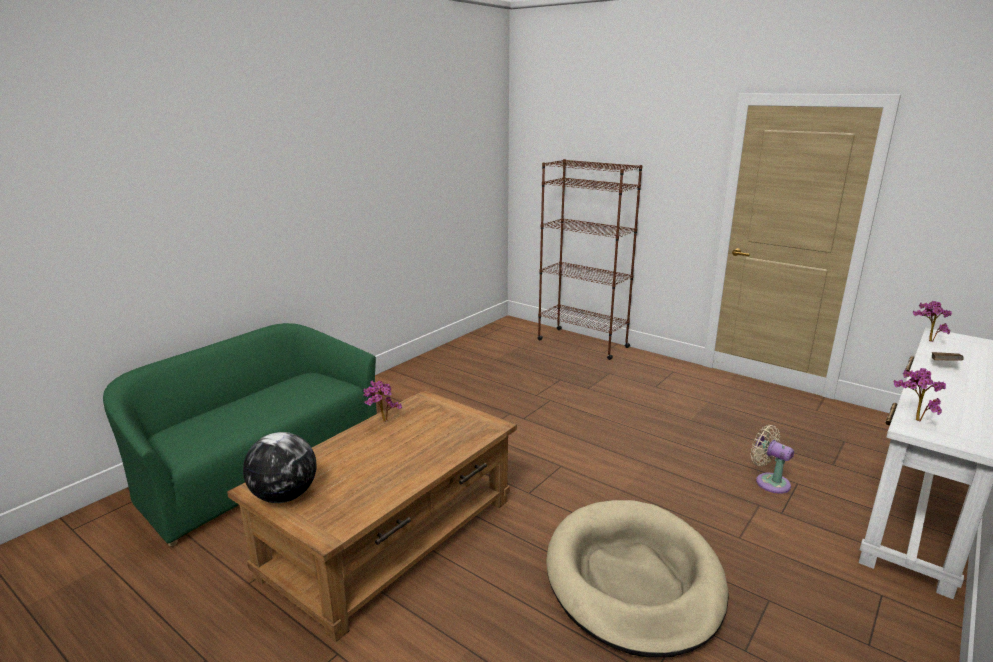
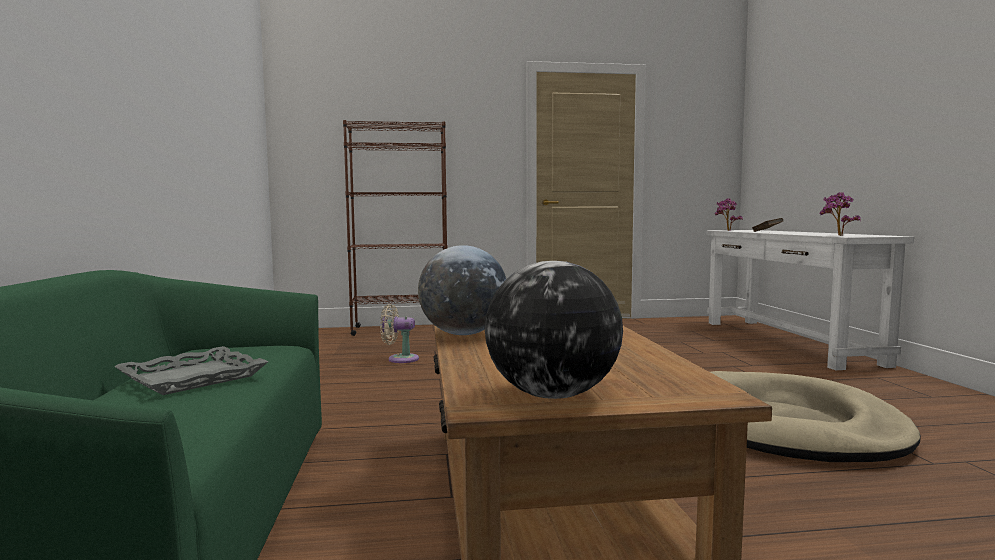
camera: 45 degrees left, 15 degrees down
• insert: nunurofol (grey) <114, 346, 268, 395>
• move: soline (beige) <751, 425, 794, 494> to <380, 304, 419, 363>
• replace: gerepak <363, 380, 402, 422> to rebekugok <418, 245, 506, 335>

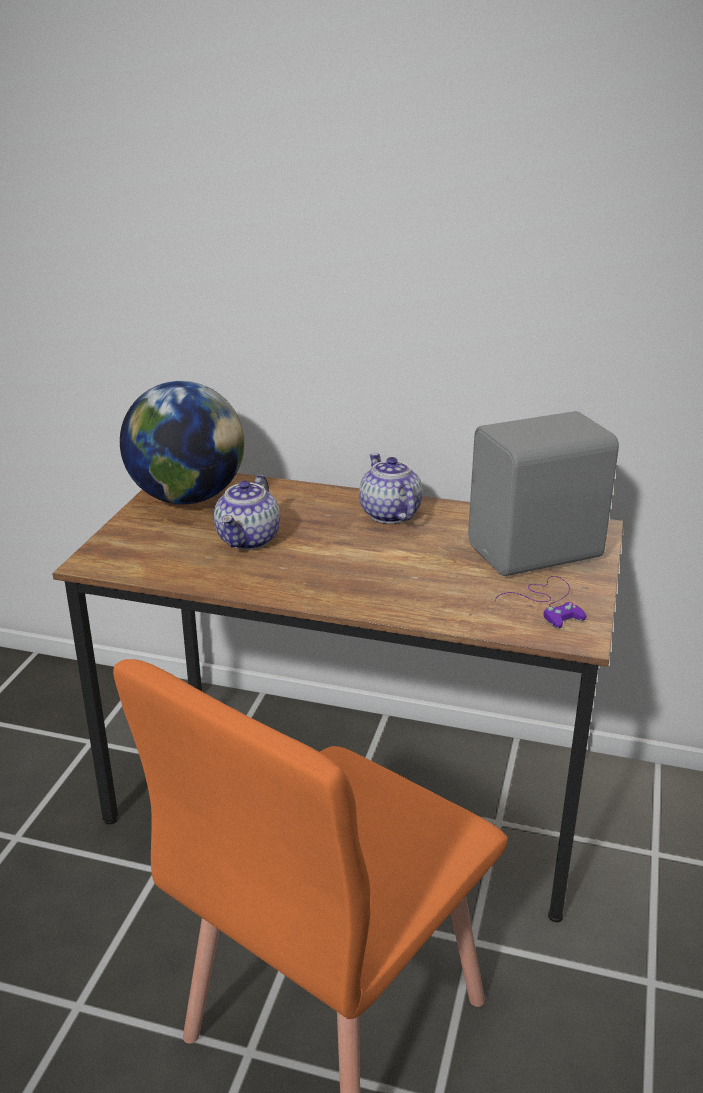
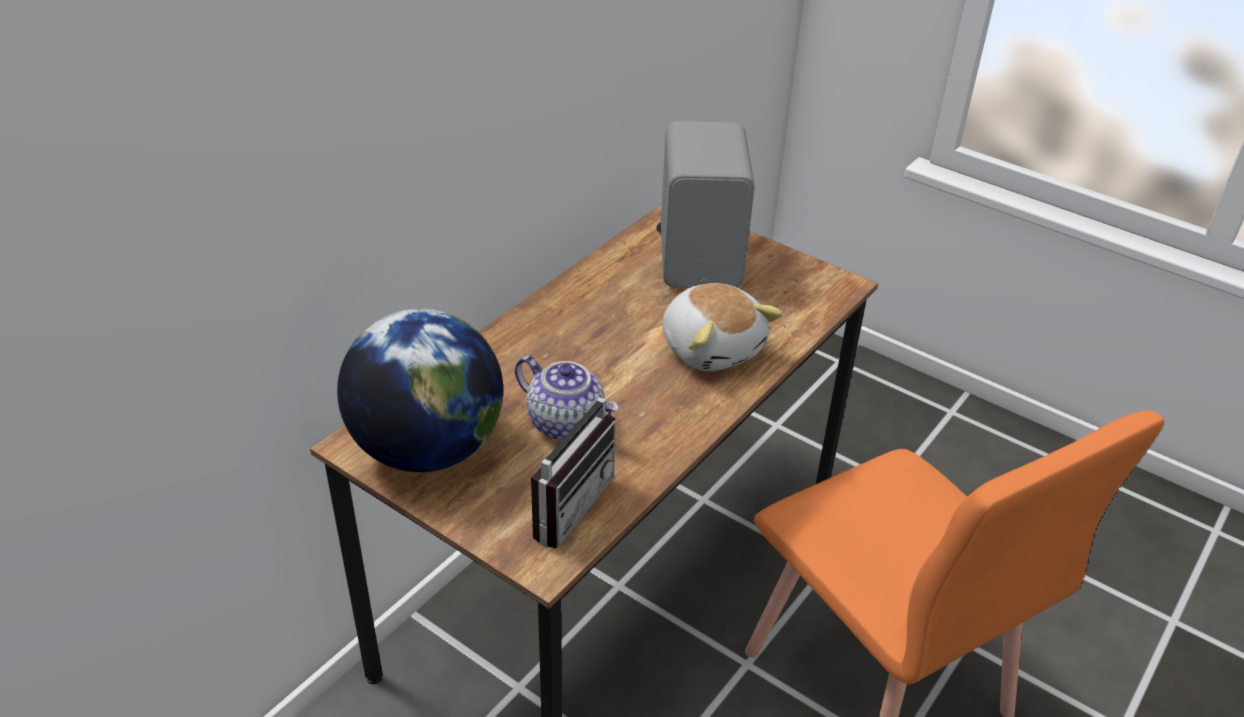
camera: 70 degrees left, 10 degrees up
• delete: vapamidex <359, 453, 422, 524>
• delete: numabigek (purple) <495, 576, 586, 629>
• insert: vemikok <526, 397, 616, 548>
• insert: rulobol <663, 283, 783, 371>

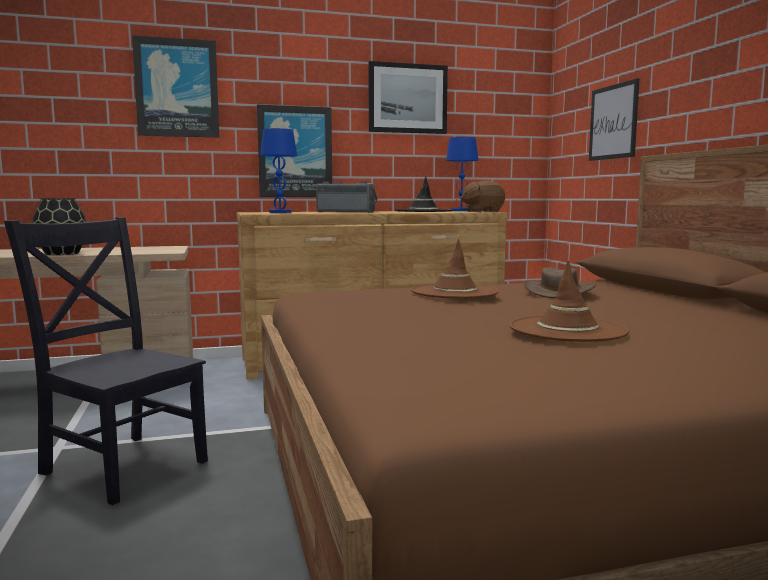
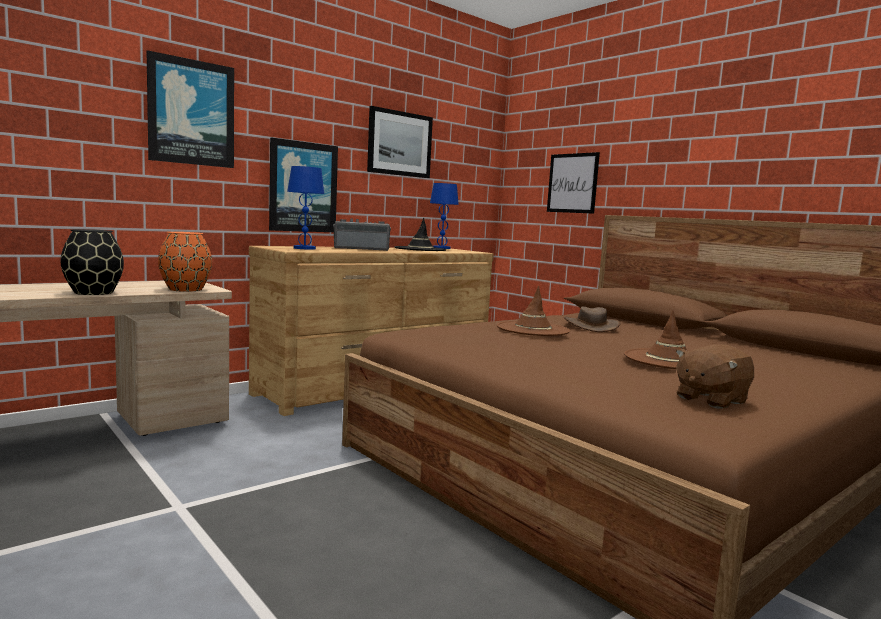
camera: 25 degrees left, 0 degrees up
• delete: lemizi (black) <4, 217, 208, 505>
• insert: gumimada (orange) <158, 232, 212, 292>
• move: rulobol (brown) <461, 181, 505, 212> to <675, 344, 754, 409>

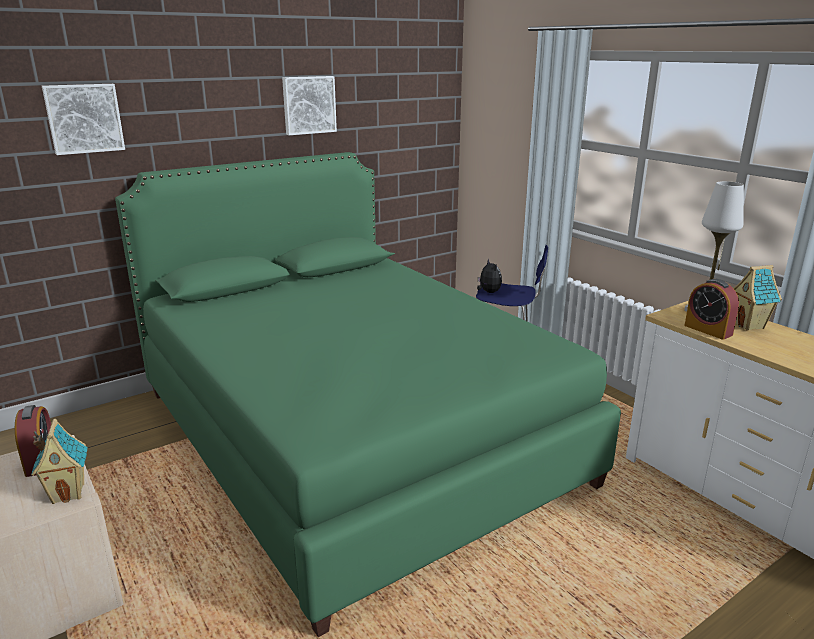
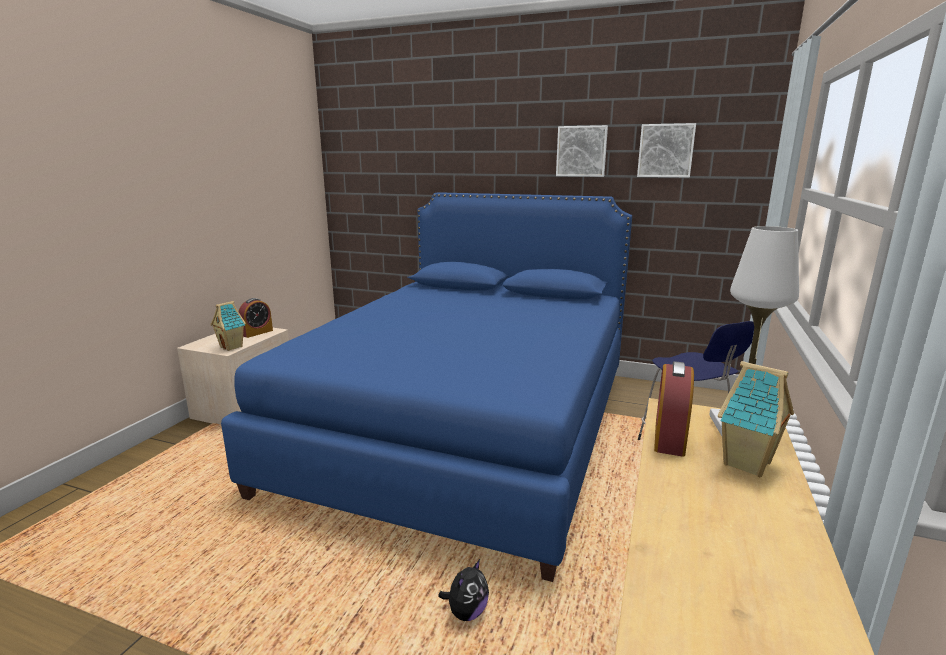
camera: 55 degrees right, 5 degrees down
• move: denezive <42, 84, 125, 155> to <637, 123, 696, 177>
• move: rulobol <477, 259, 502, 293> to <438, 559, 489, 621>
• recolor: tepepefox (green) <115, 152, 621, 637> to tepepefox (blue) <221, 192, 632, 582>

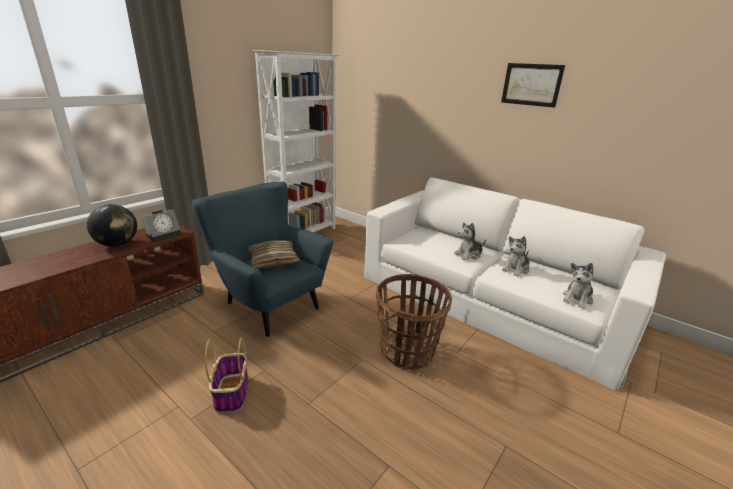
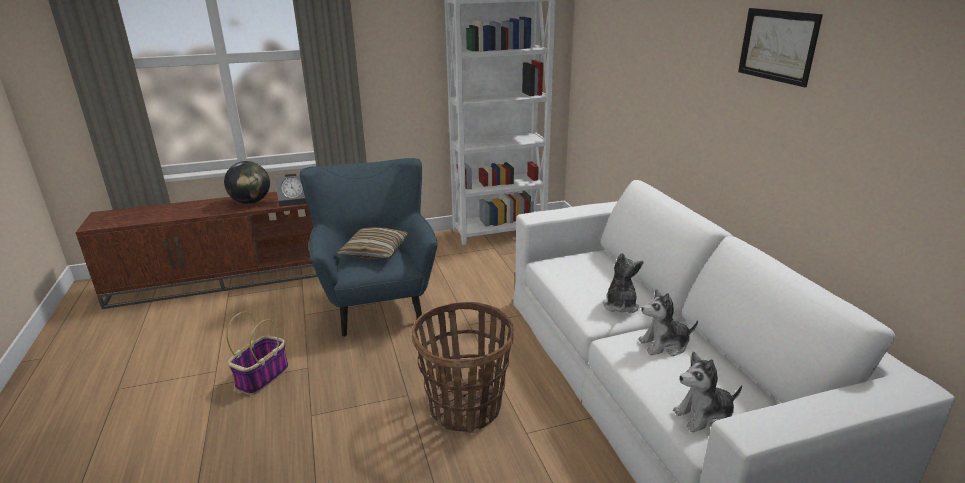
camera: 35 degrees right, 0 degrees up
• rotate: rulobol <454, 222, 486, 260> = <603, 253, 644, 313> 90 degrees clockwise

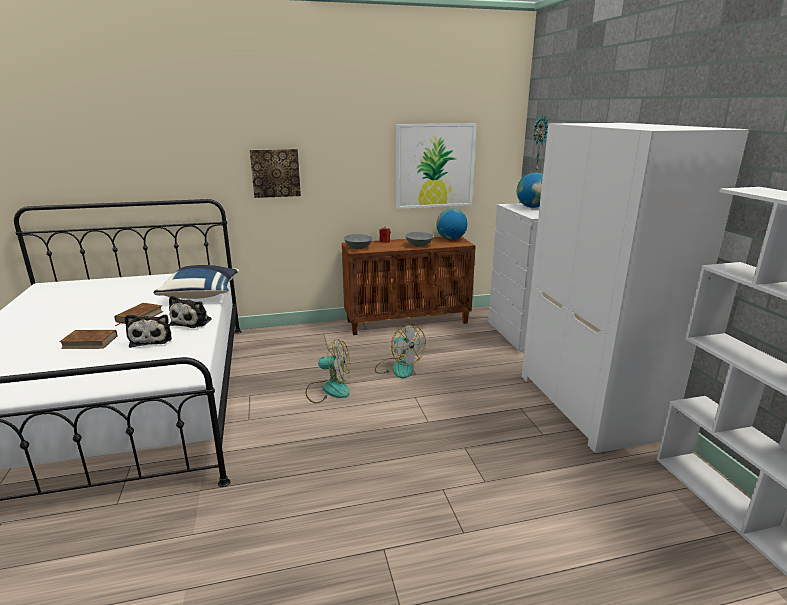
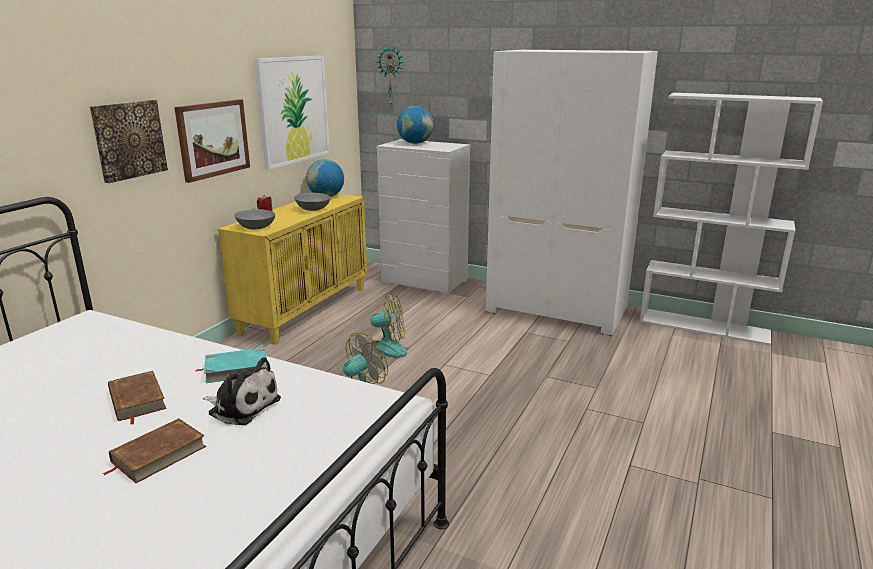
camera: 50 degrees left, 0 degrees up
• delete: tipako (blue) <154, 265, 239, 299>
• insert: denezive <174, 99, 250, 183>
• replace: rulobol <169, 296, 212, 328> to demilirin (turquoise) <196, 347, 267, 383>
• recolor: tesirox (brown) <342, 237, 476, 335> to tesirox (yellow) <218, 194, 367, 345>

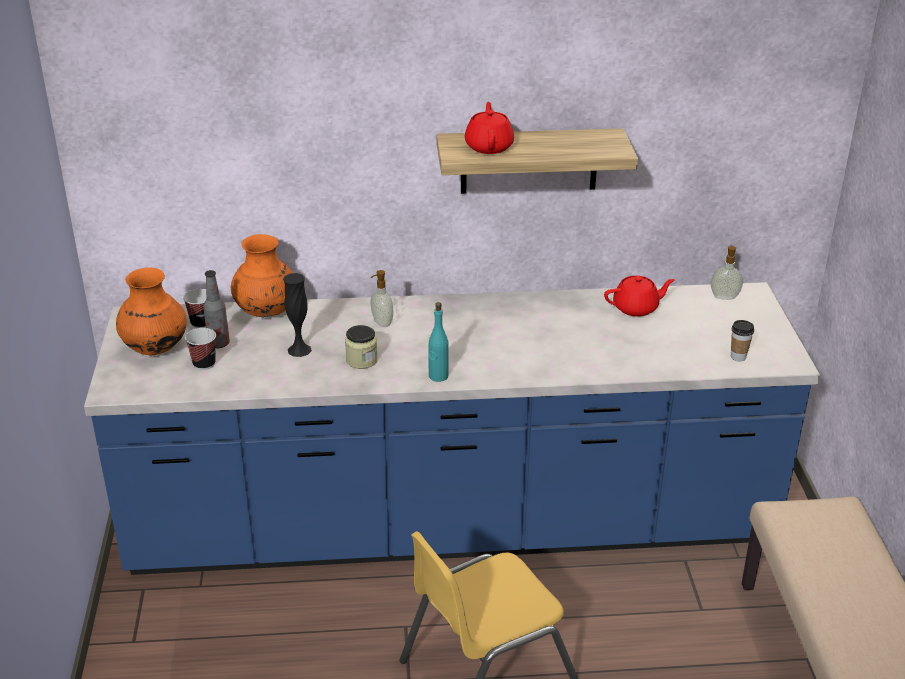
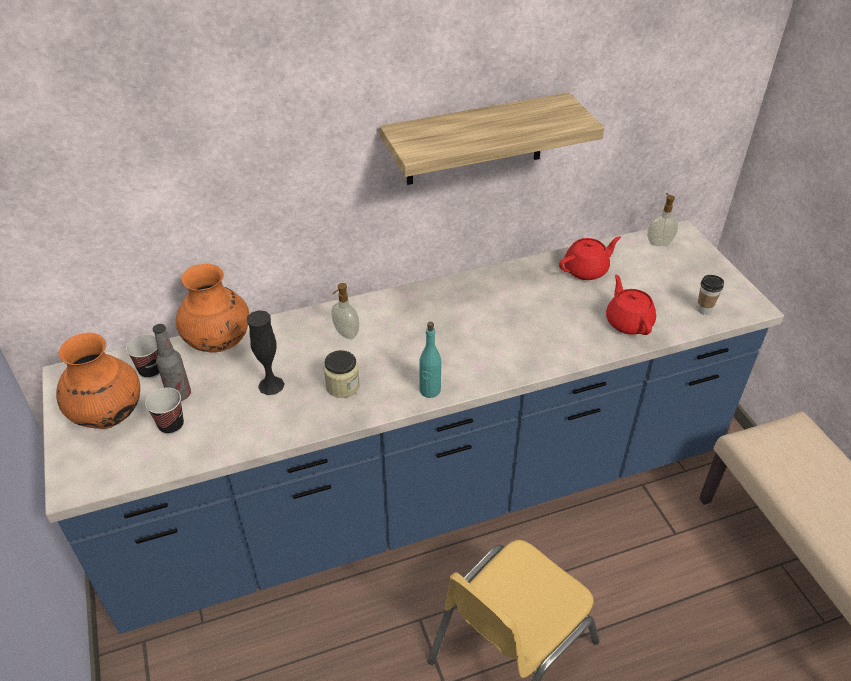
camera: 15 degrees left, 10 degrees up
• move: vapamidex (red) <465, 102, 514, 154> to <606, 275, 656, 335>

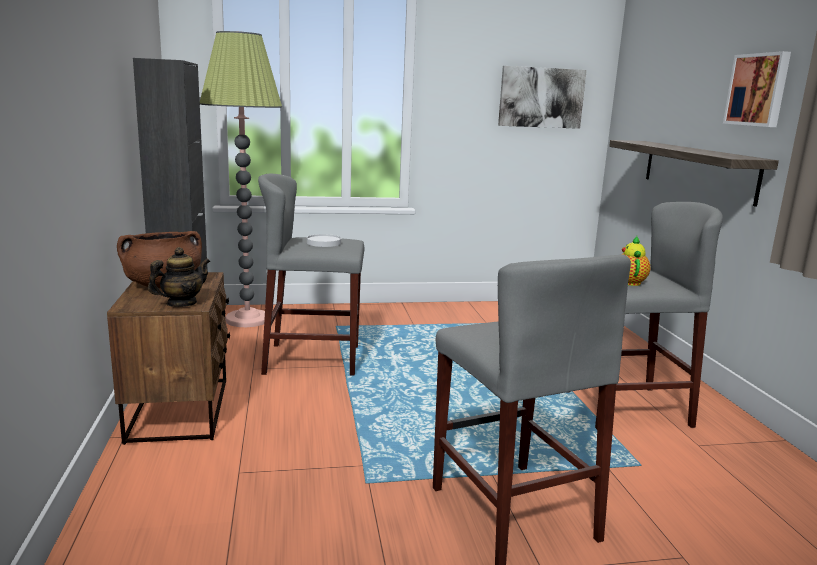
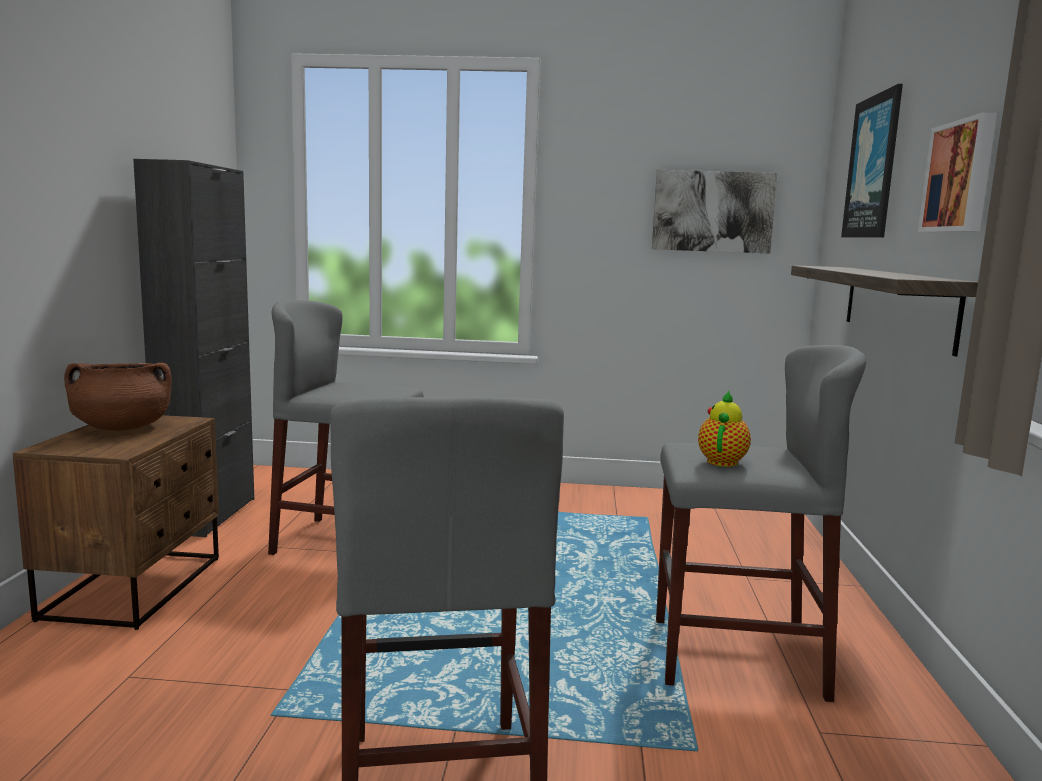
camera: 15 degrees right, 5 degrees down
• delete: vapamidex <148, 247, 210, 307>
• delete: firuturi <200, 31, 282, 327>
• delete: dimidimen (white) <307, 234, 341, 247>
• insert: denezive <841, 84, 903, 237>

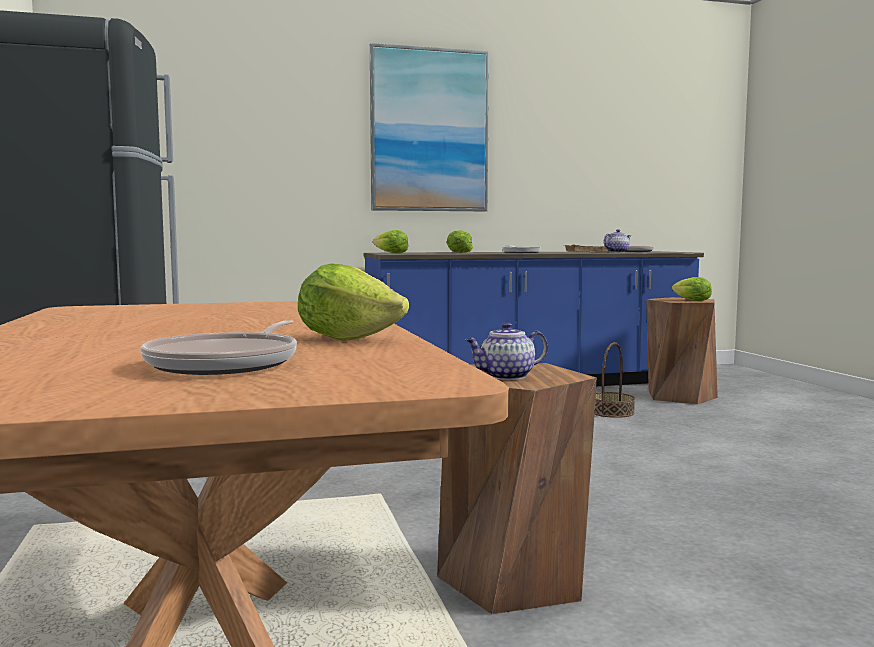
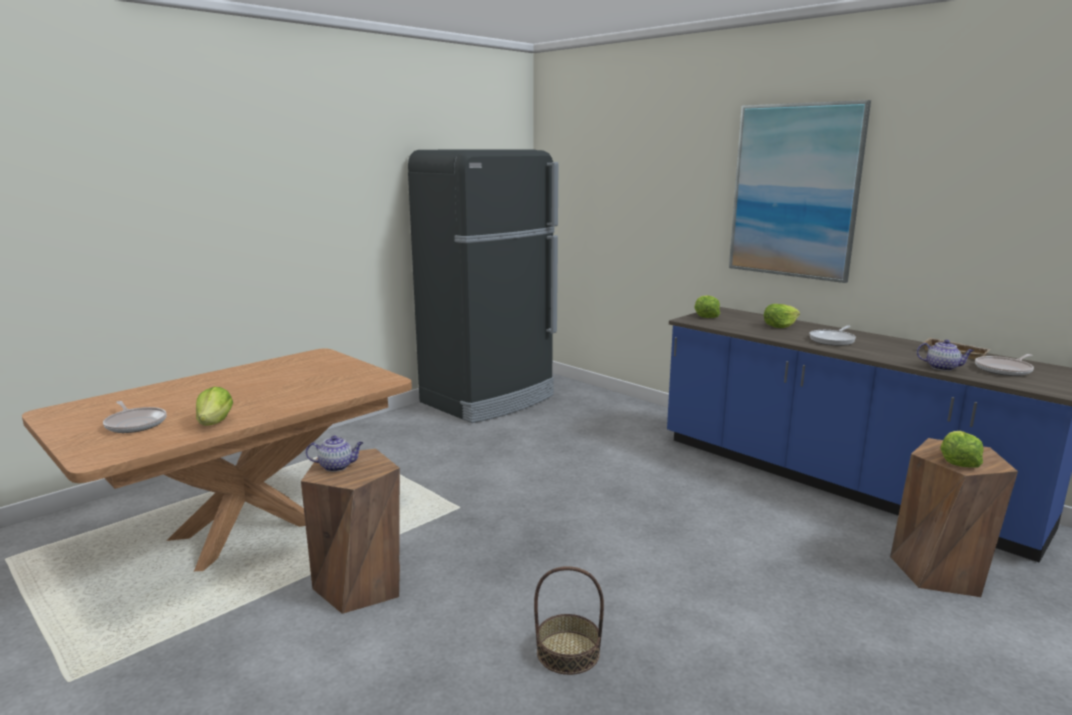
camera: 60 degrees right, 10 degrees up
• move: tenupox <595, 342, 635, 418> to <534, 566, 604, 675>
• rotate: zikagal <140, 320, 297, 375> = <103, 401, 167, 433> 120 degrees counterclockwise
• rotate: vapamidex <465, 322, 548, 380> = <306, 436, 363, 472> 135 degrees clockwise

